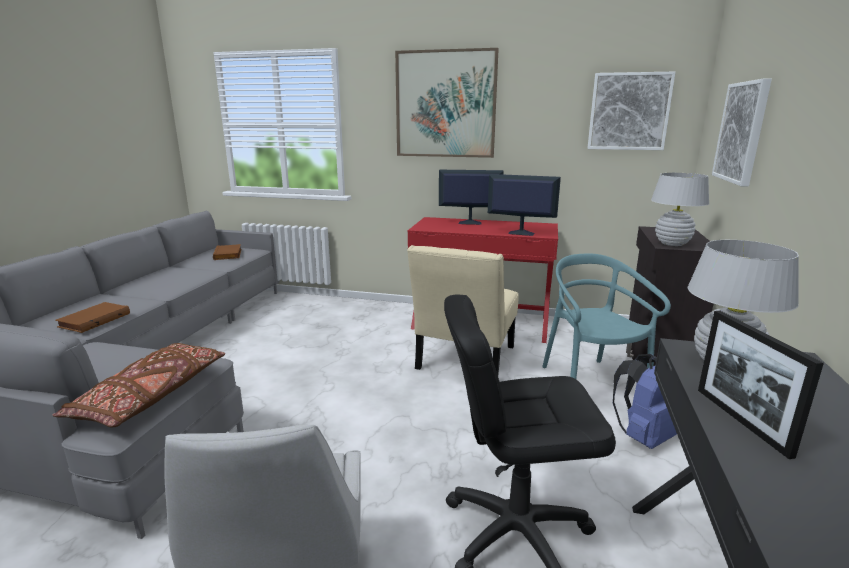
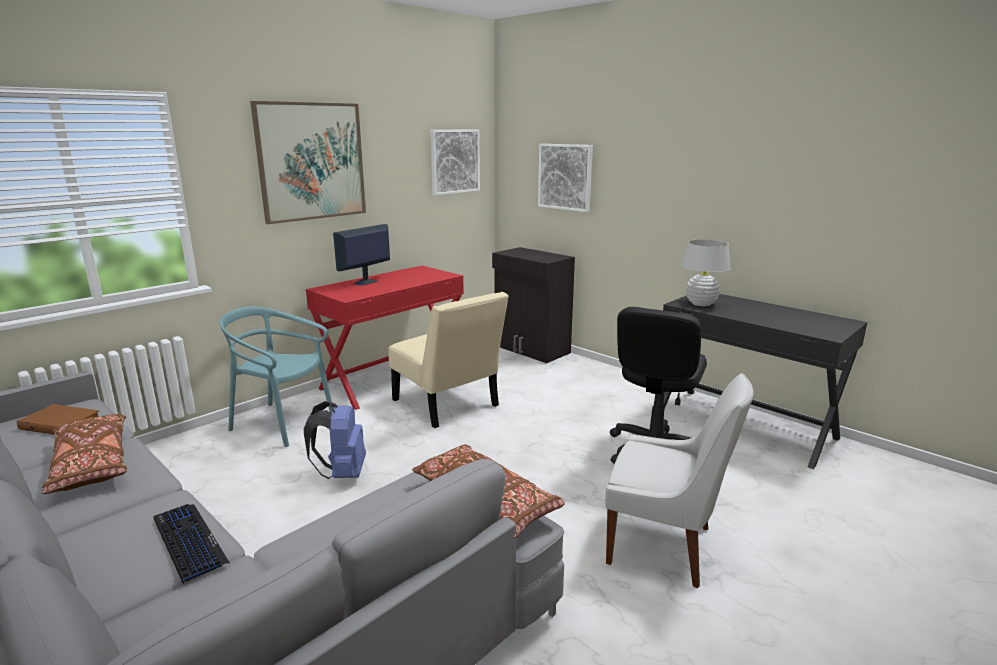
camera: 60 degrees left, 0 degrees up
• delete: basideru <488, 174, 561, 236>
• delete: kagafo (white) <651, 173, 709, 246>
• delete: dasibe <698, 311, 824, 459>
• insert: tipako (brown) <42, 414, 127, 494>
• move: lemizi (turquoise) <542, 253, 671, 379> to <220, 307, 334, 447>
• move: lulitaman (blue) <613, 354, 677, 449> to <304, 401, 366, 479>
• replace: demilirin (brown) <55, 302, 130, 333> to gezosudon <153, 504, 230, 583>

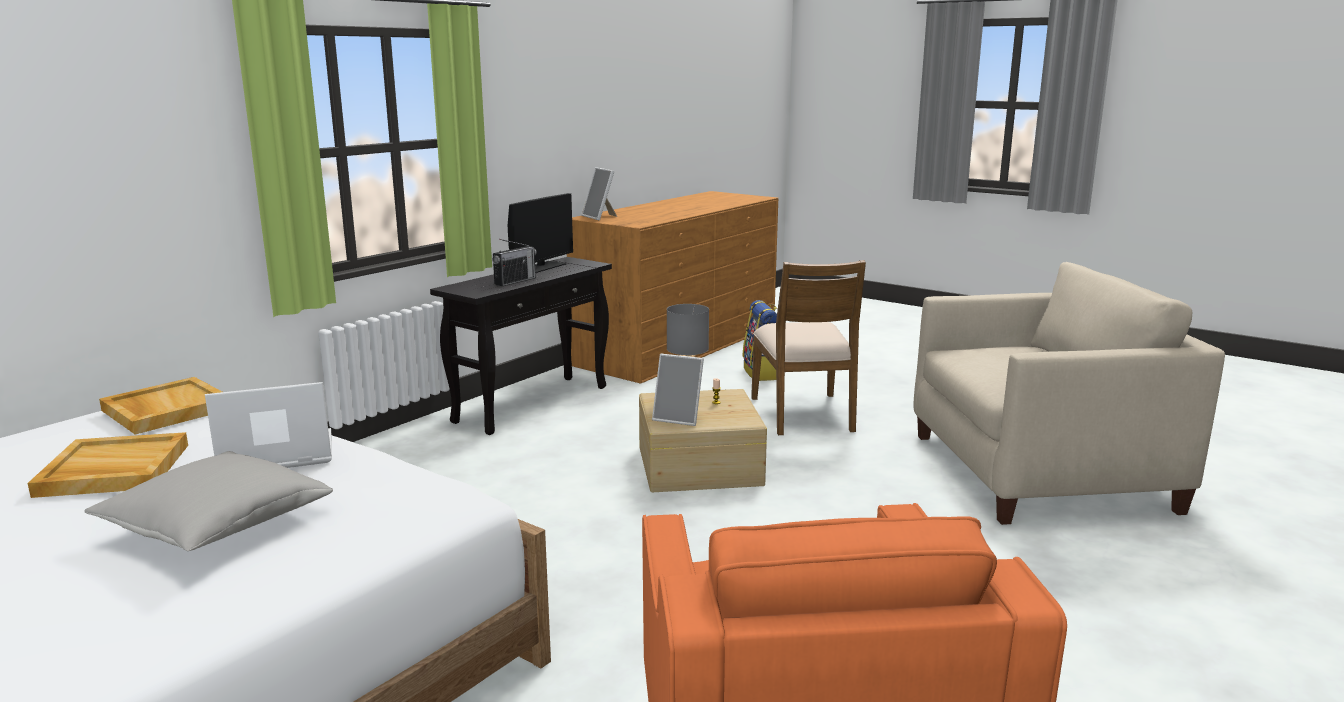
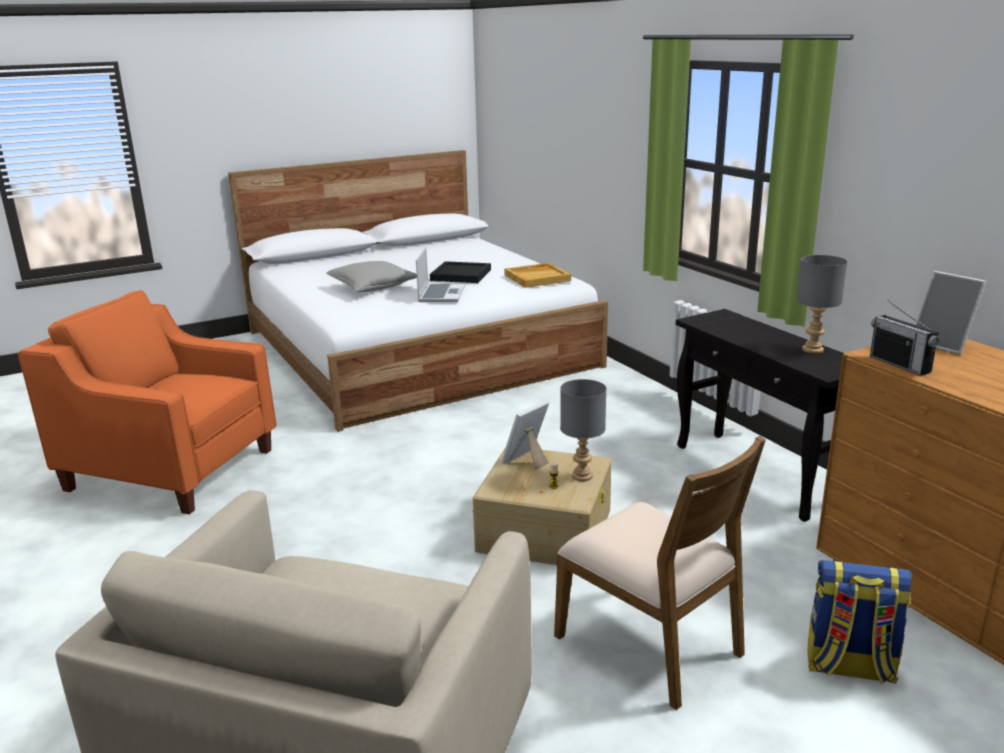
camera: 115 degrees right, 5 degrees up
• move: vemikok <492, 239, 537, 286> to <870, 300, 939, 376>
• replace: basideru <508, 193, 573, 273> to kagafo (grey) <796, 255, 847, 354>
• recolor: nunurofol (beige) <28, 432, 188, 498> to nunurofol (black) <430, 261, 491, 283>
• rotate: dasibe <581, 167, 617, 220> = <916, 271, 987, 355> 120 degrees counterclockwise
• rotate: lemizi (brown) <751, 260, 866, 435> = <554, 436, 766, 710> 150 degrees counterclockwise

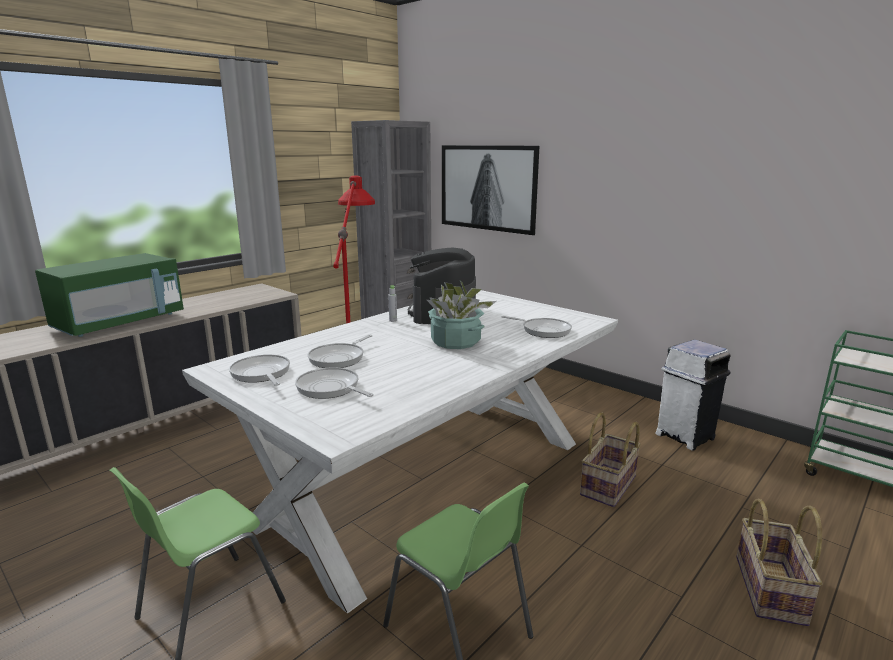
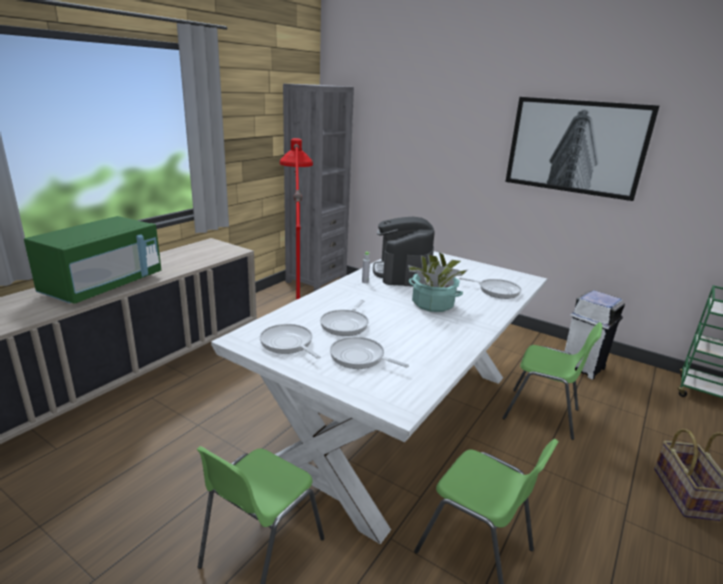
camera: 10 degrees left, 5 degrees up
• move: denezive <442, 145, 539, 235> to <505, 97, 659, 201>
• replace: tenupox <580, 412, 641, 507> to lemizi (green) <503, 322, 602, 440>

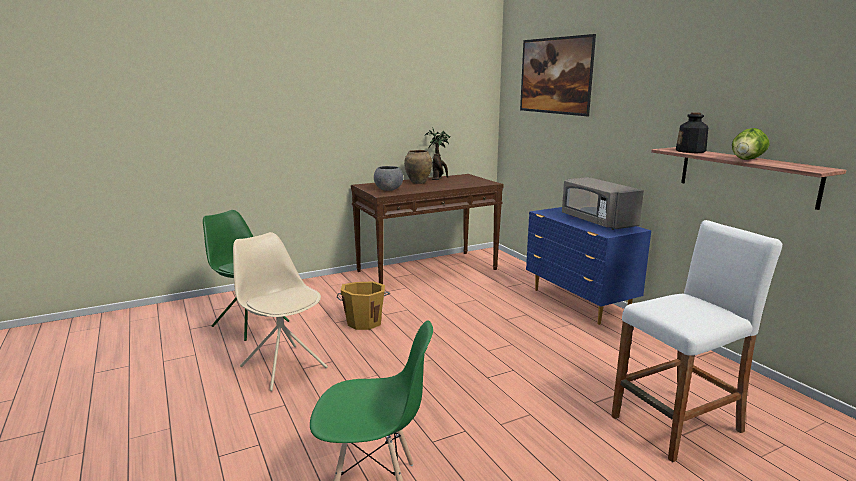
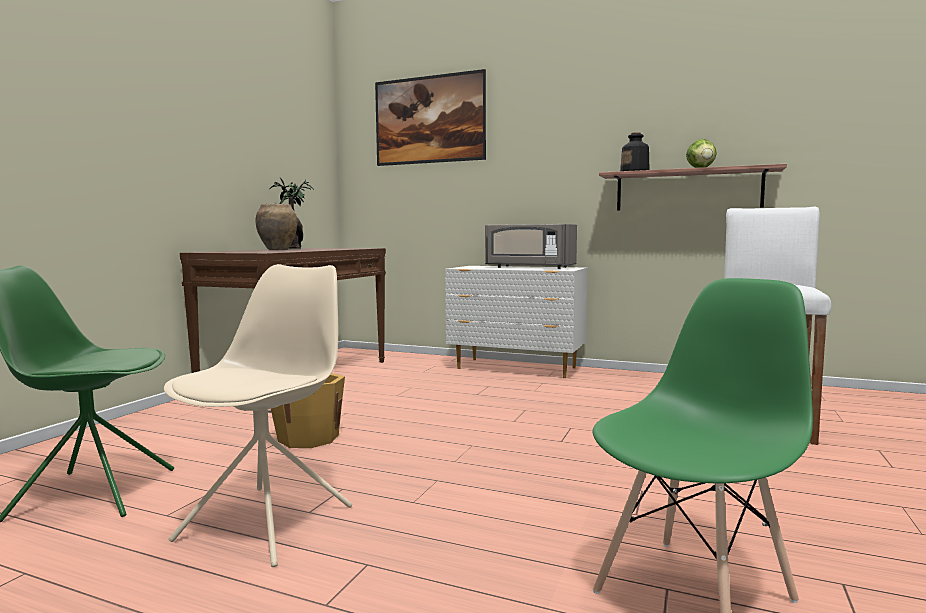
camera: 40 degrees left, 10 degrees down
• delete: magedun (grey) <374, 166, 403, 191>
• recolor: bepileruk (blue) <526, 207, 651, 325> to bepileruk (white) <445, 266, 587, 378>
• rotate: lemizi (beige) <233, 232, 328, 391> = <164, 264, 352, 567> 105 degrees clockwise

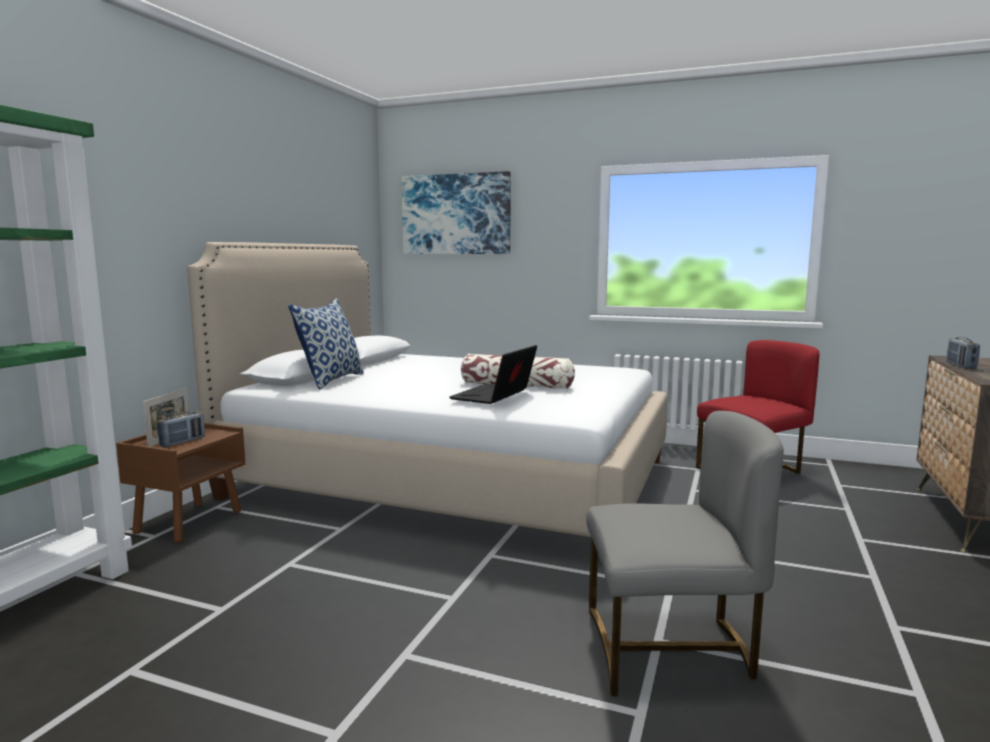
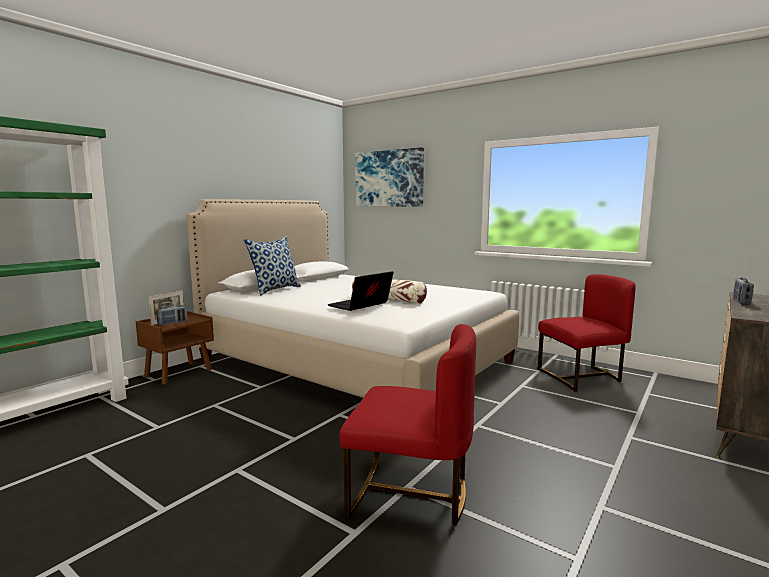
camera: 15 degrees right, 0 degrees up
• recolor: lemizi (grey) <586, 411, 784, 696> to lemizi (red) <339, 324, 476, 525>

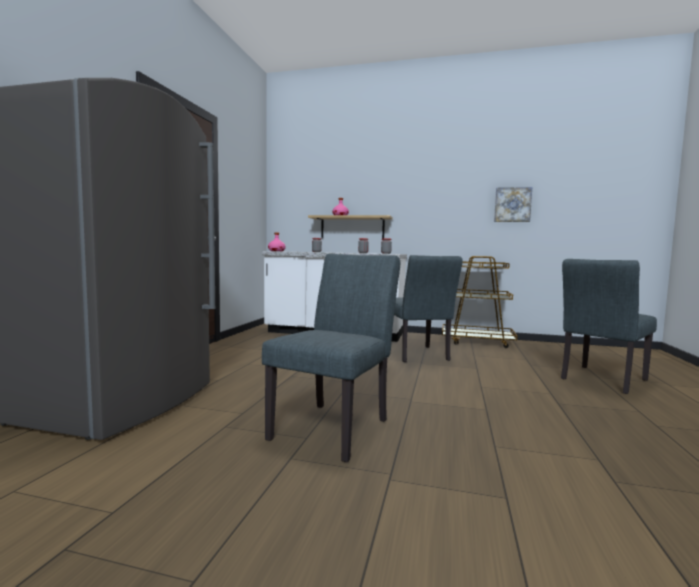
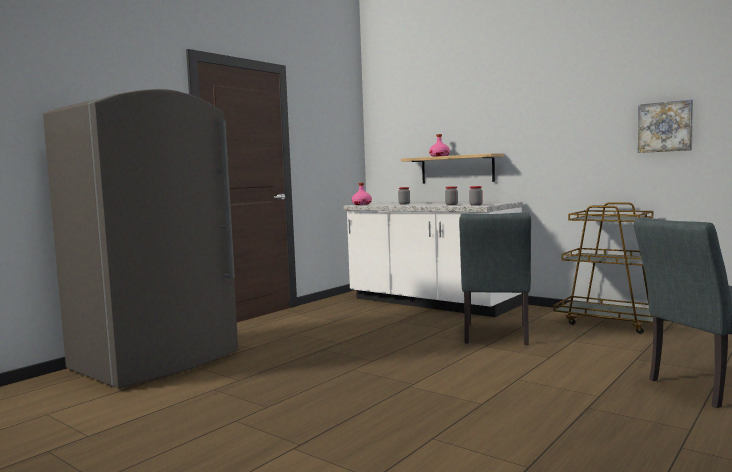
camera: 25 degrees right, 0 degrees up
• delete: lemizi (grey) <262, 254, 400, 462>

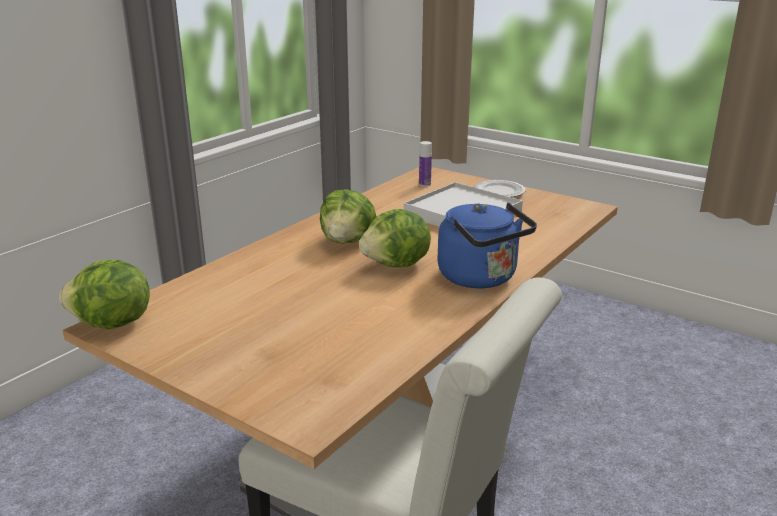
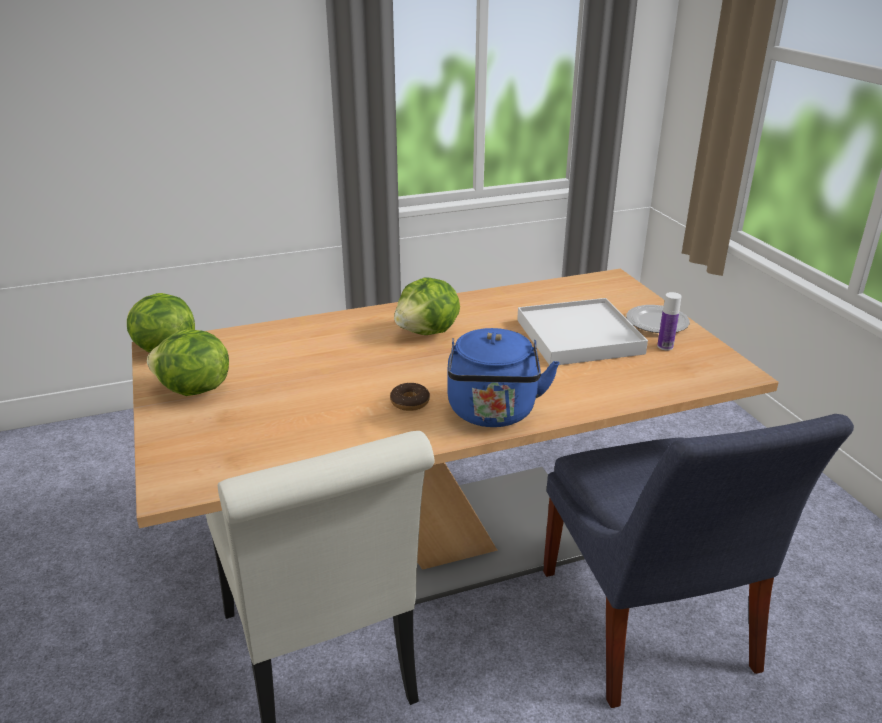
camera: 35 degrees right, 5 degrees up
• insert: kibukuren <390, 383, 430, 411>
• insert: lemizi (blue) <543, 414, 854, 708>
• move: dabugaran <359, 209, 431, 267> to <147, 330, 229, 396>
• move: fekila <419, 141, 432, 187> to <657, 292, 682, 350>

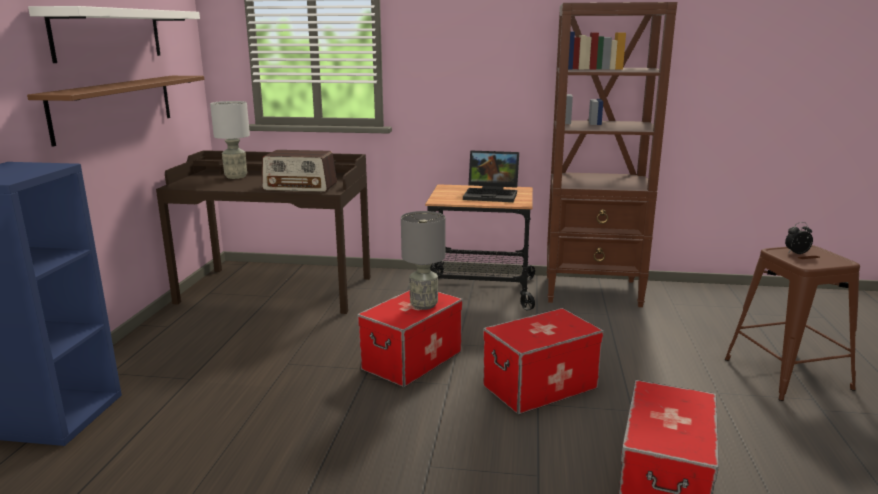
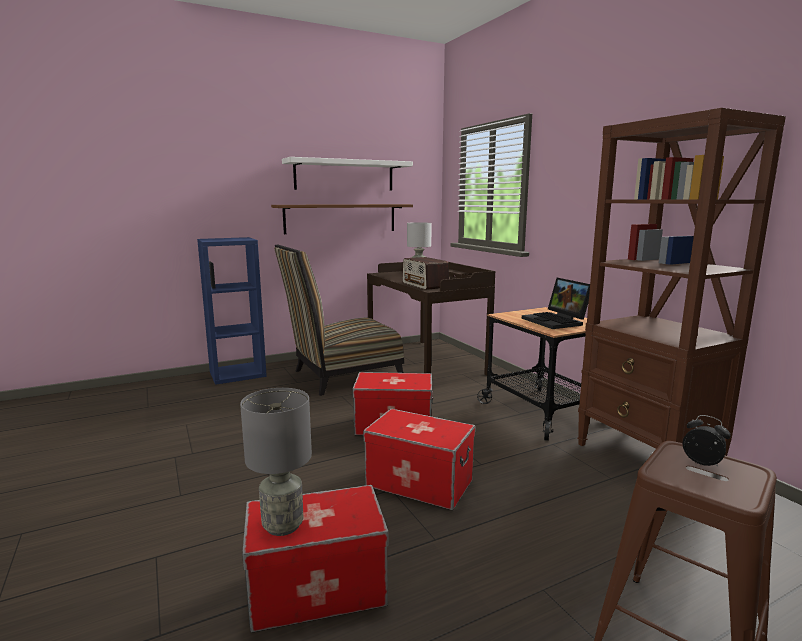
camera: 55 degrees right, 5 degrees down
• insert: lemizi <274, 244, 404, 396>
• move: kagafo (grey) <401, 211, 445, 310> to <240, 388, 312, 536>

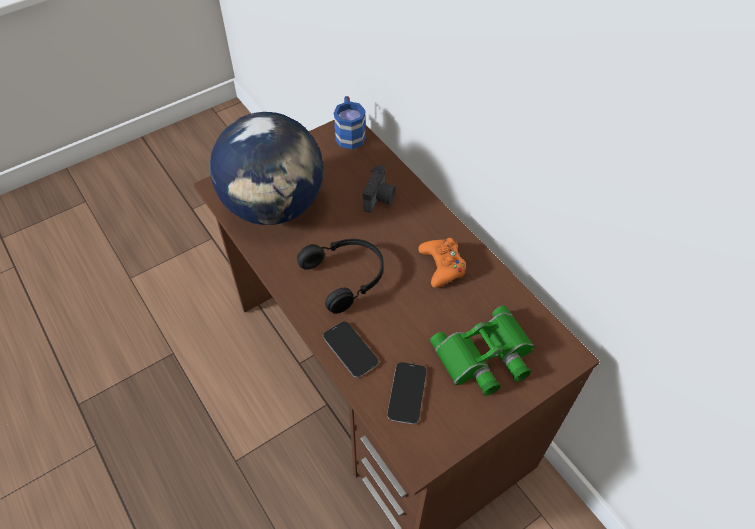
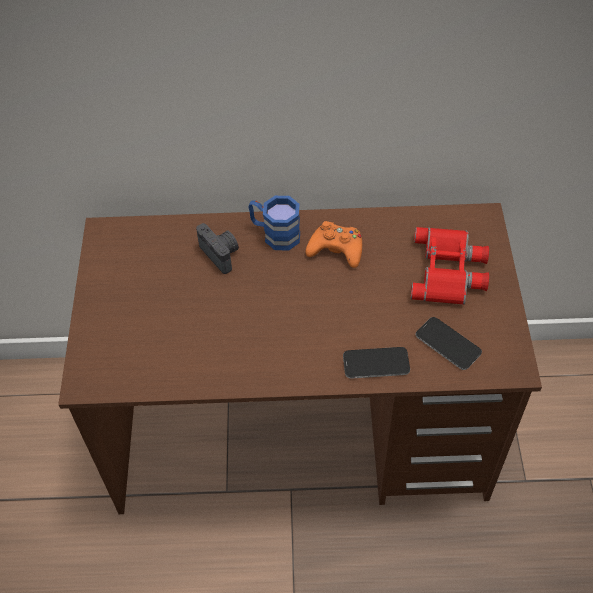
camera: 55 degrees left, 0 degrees up
• delete: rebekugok <210, 112, 324, 225>
• delete: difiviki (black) <297, 239, 384, 314>
• move: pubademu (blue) <334, 96, 366, 149> to <248, 196, 300, 251>
• recolor: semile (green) <430, 306, 535, 396> to semile (red) <411, 227, 489, 305>

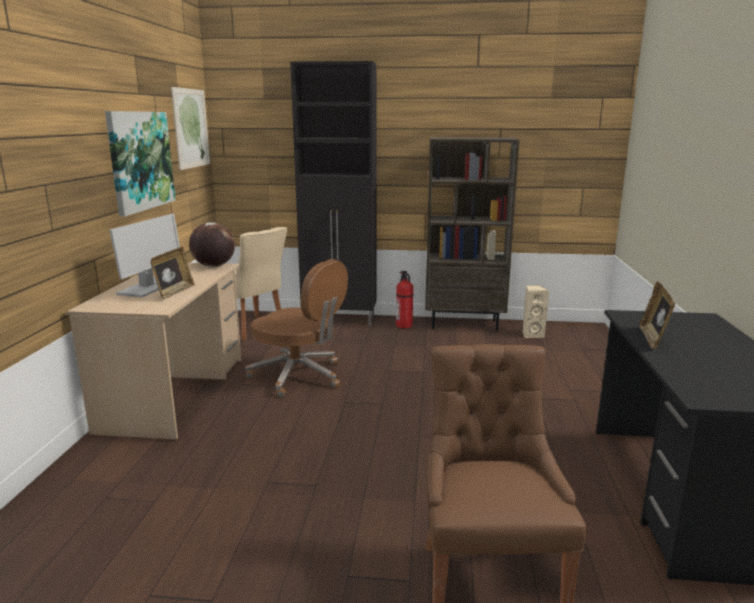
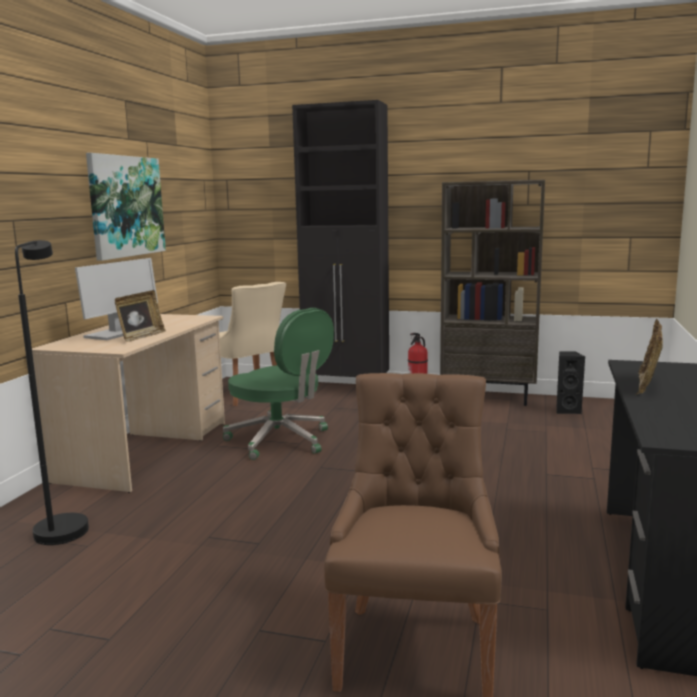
camera: 10 degrees right, 5 degrees down
• delete: denezive <171, 87, 210, 170>
• delete: rebekugok <189, 222, 235, 267>
• insert: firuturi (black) <15, 240, 89, 545>
• recolor: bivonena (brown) <245, 259, 348, 398> to bivonena (green) <223, 308, 334, 460>
• recolor: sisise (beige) <522, 285, 549, 338> to sisise (black) <556, 351, 585, 414>

